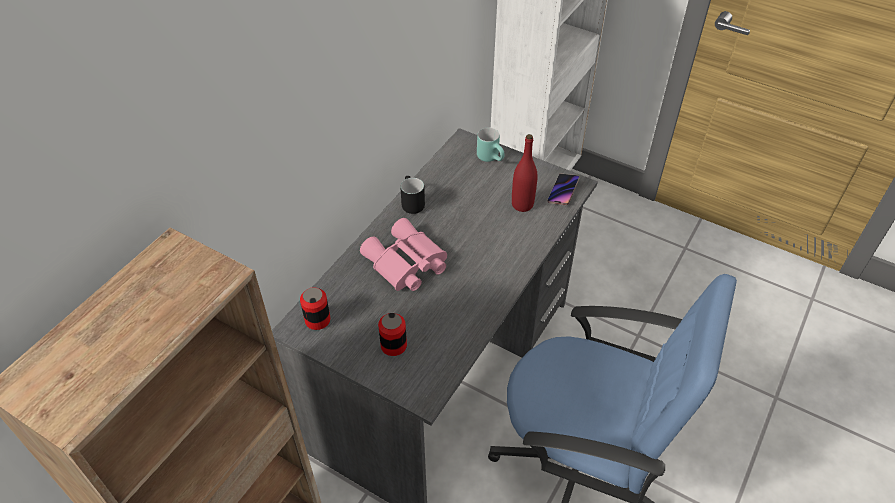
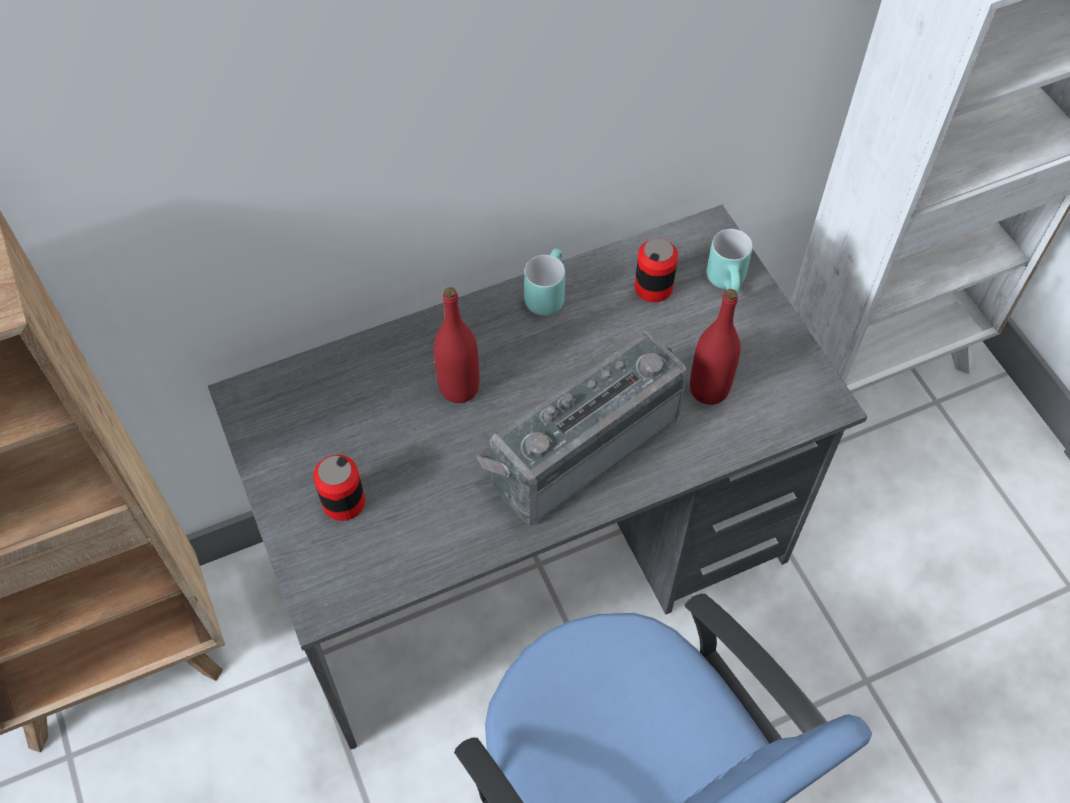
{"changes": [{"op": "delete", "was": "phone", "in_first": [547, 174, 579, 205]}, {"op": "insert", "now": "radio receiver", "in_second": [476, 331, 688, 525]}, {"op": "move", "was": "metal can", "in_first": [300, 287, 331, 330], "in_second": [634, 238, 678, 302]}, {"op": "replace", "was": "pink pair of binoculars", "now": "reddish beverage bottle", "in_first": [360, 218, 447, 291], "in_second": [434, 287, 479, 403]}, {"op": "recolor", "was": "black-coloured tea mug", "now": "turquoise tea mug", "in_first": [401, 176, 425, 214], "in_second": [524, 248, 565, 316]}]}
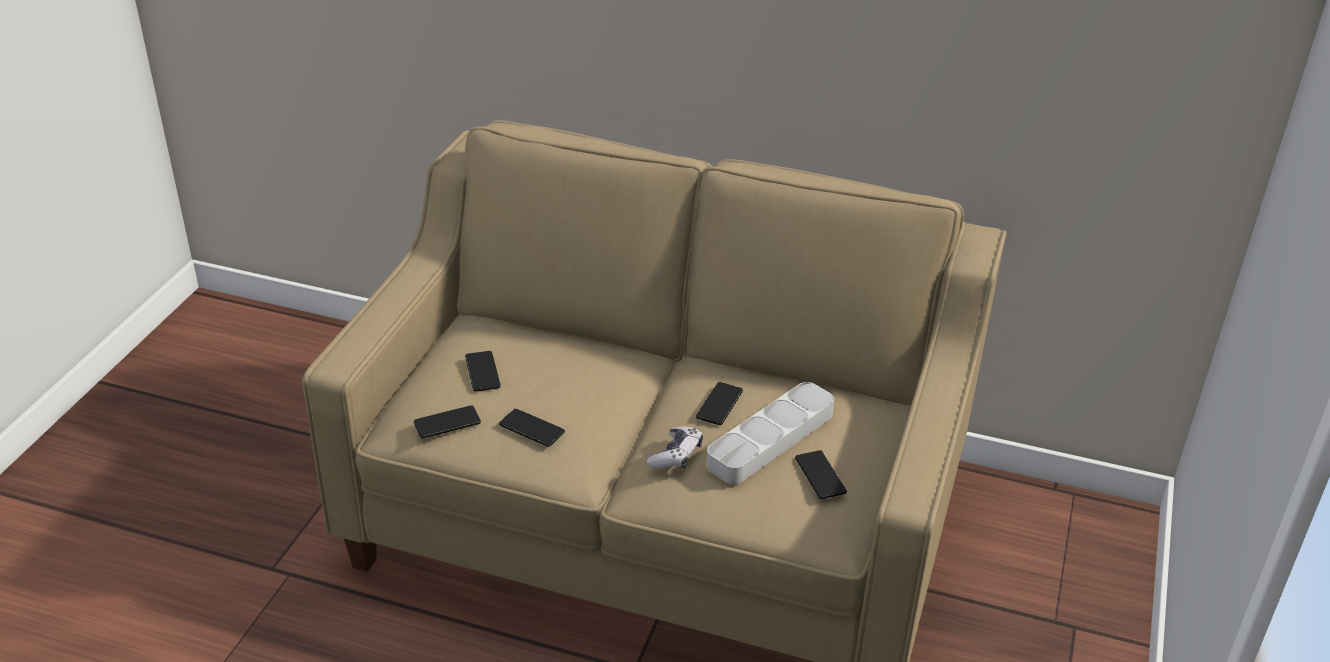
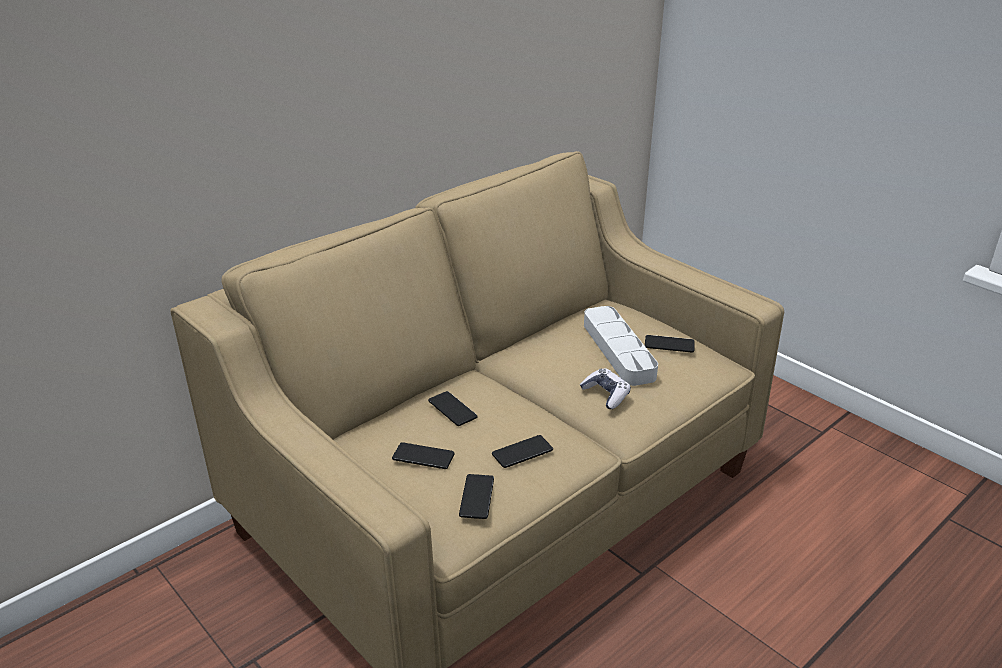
{"changes": [{"op": "move", "was": "phone", "in_first": [696, 382, 743, 425], "in_second": [428, 391, 478, 426]}]}
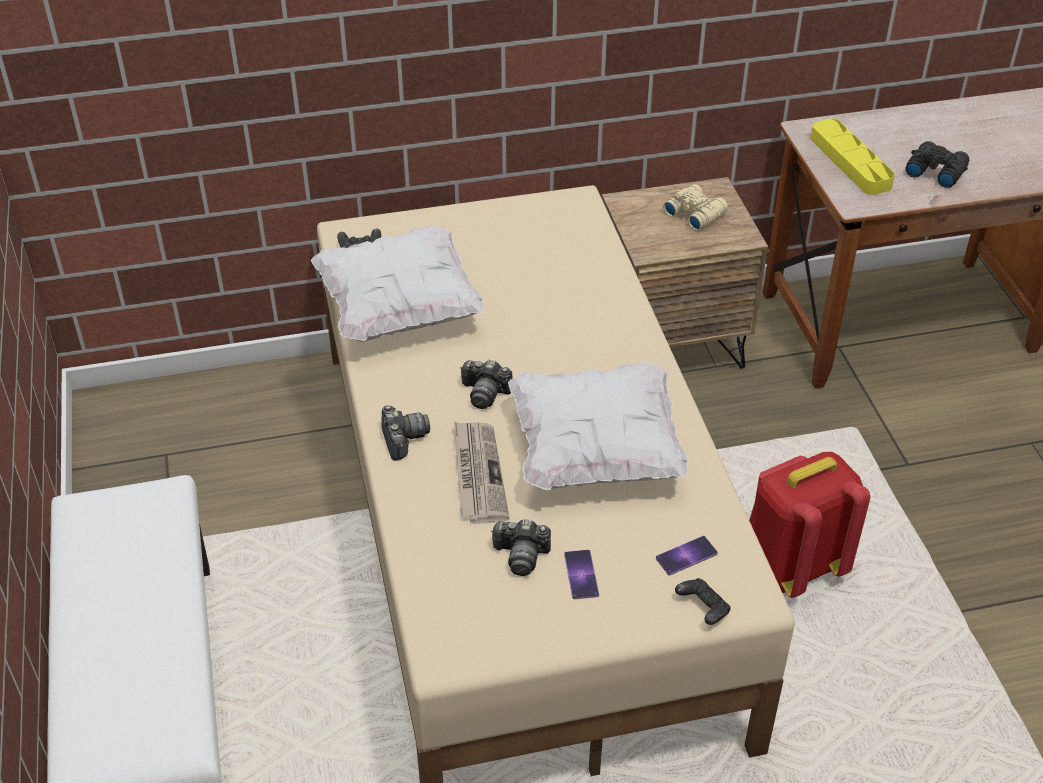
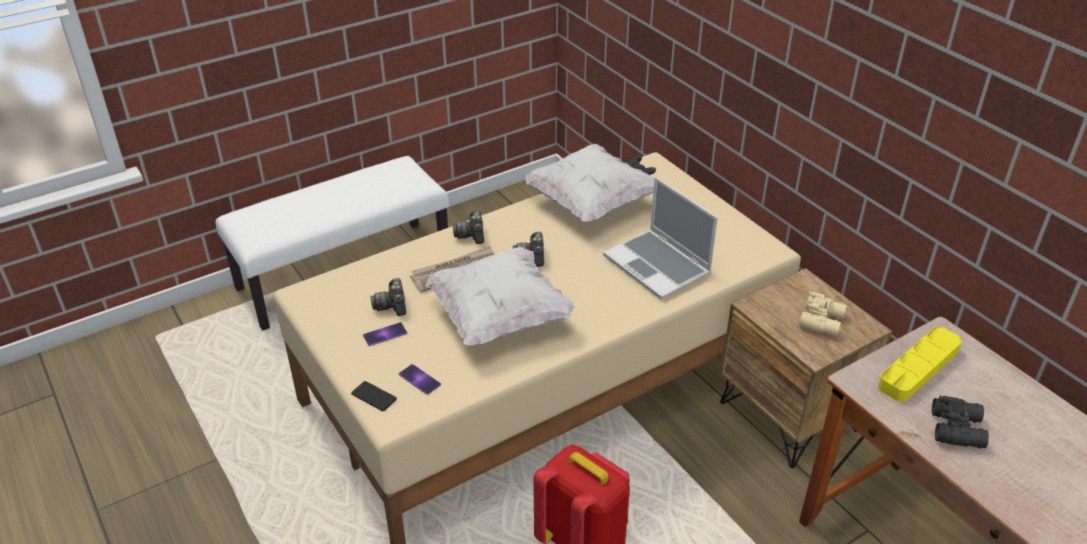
{"changes": [{"op": "insert", "now": "laptop", "in_second": [603, 177, 718, 299]}, {"op": "replace", "was": "black-coloured gamepad", "now": "phone", "in_first": [675, 578, 731, 625], "in_second": [351, 381, 397, 411]}, {"op": "rotate", "was": "photo camera", "in_first": [382, 405, 430, 461], "in_second": [453, 210, 484, 244], "clockwise": 120}]}
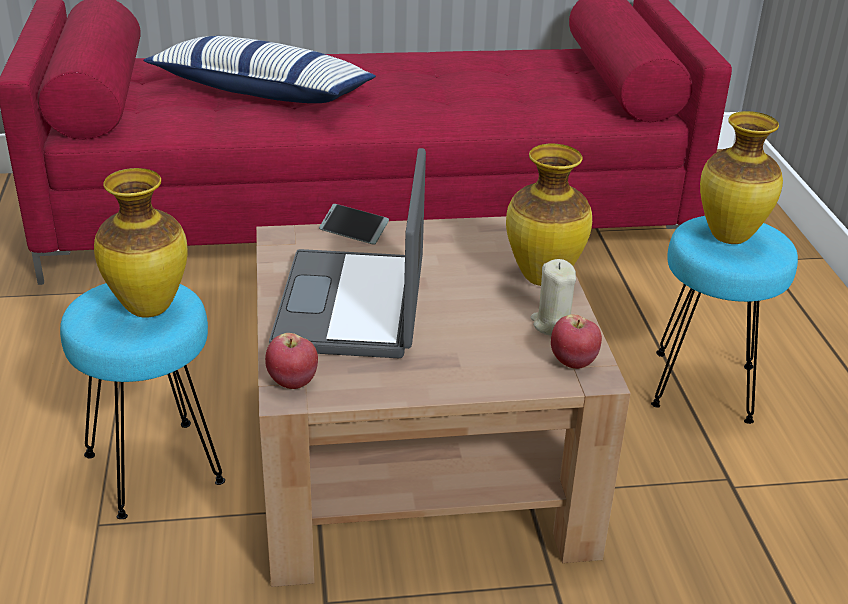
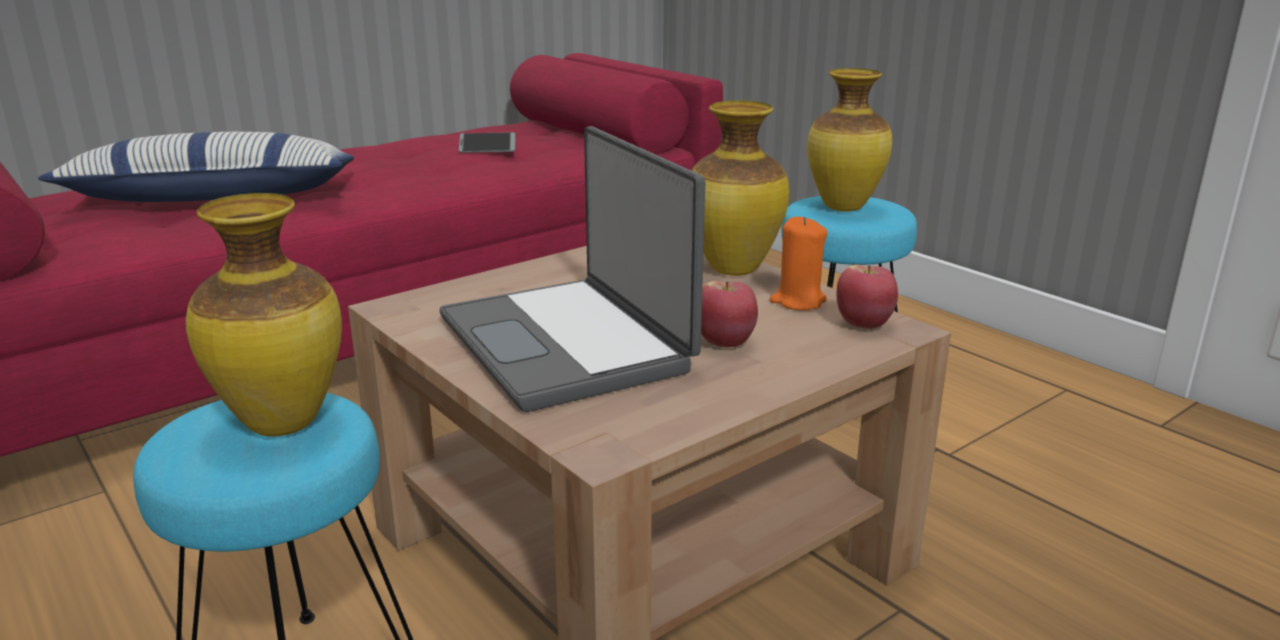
{"changes": [{"op": "move", "was": "apple fruit", "in_first": [265, 333, 318, 389], "in_second": [701, 281, 758, 347]}, {"op": "move", "was": "phone", "in_first": [319, 204, 389, 245], "in_second": [459, 132, 515, 153]}, {"op": "recolor", "was": "beige-coloured wax candle", "now": "orange-coloured wax candle", "in_first": [530, 259, 576, 336], "in_second": [769, 216, 827, 310]}]}
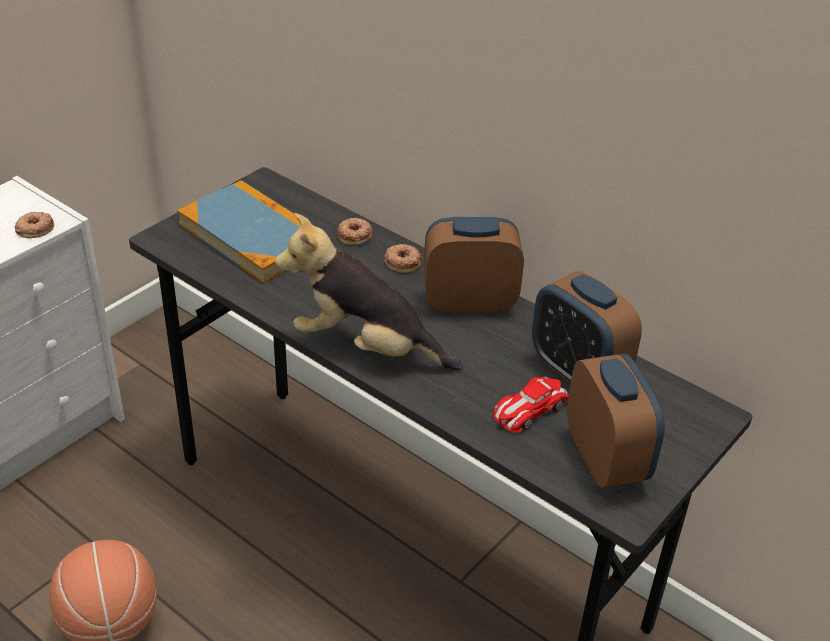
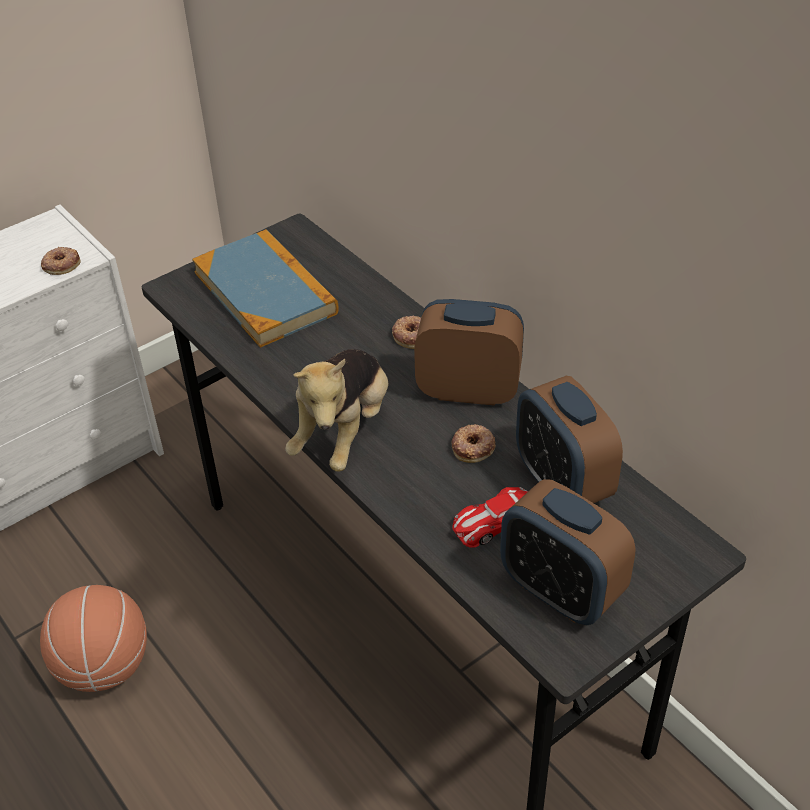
{"changes": [{"op": "move", "was": "donut", "in_first": [337, 218, 373, 245], "in_second": [452, 424, 496, 463]}, {"op": "rotate", "was": "plush toy", "in_first": [275, 213, 463, 370], "in_second": [285, 349, 388, 471], "clockwise": -105}, {"op": "rotate", "was": "alarm clock", "in_first": [567, 354, 665, 488], "in_second": [500, 479, 636, 625], "clockwise": 135}]}
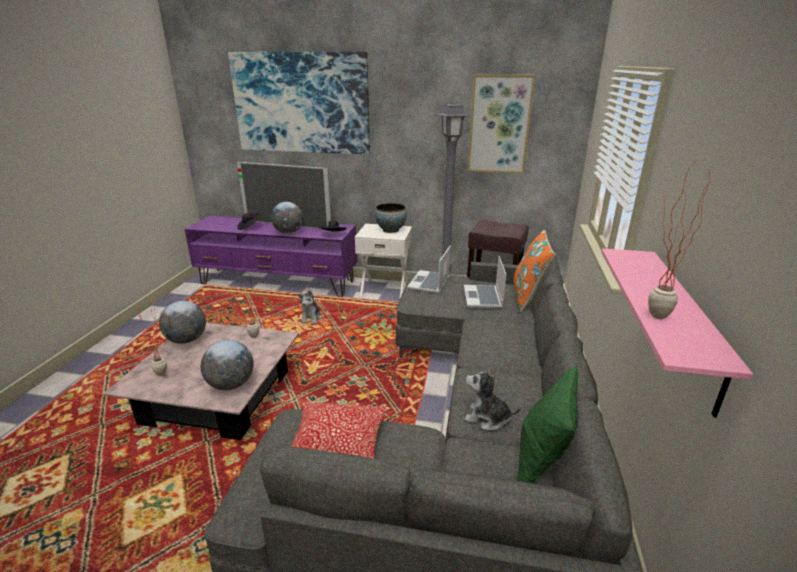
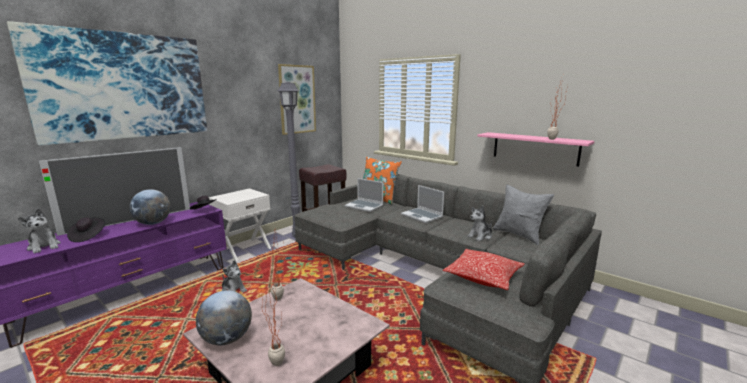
{"changes": [{"op": "delete", "was": "desk globe", "in_first": [201, 340, 254, 390]}, {"op": "delete", "was": "serving bowl", "in_first": [375, 203, 407, 233]}, {"op": "insert", "now": "plush toy", "in_second": [18, 209, 61, 253]}, {"op": "move", "was": "laptop", "in_first": [407, 246, 451, 293], "in_second": [401, 185, 444, 224]}, {"op": "recolor", "was": "green throw pillow", "now": "grey throw pillow", "in_first": [518, 365, 578, 483], "in_second": [493, 184, 554, 245]}]}
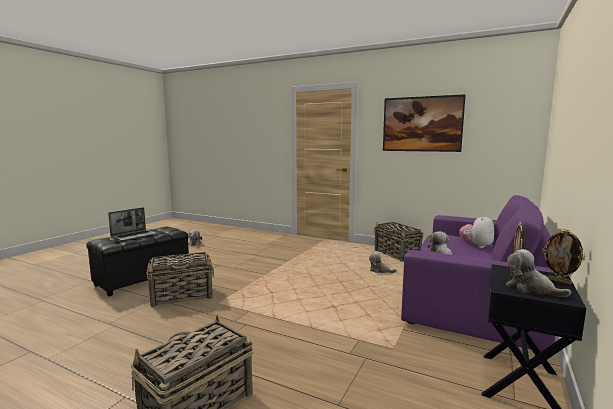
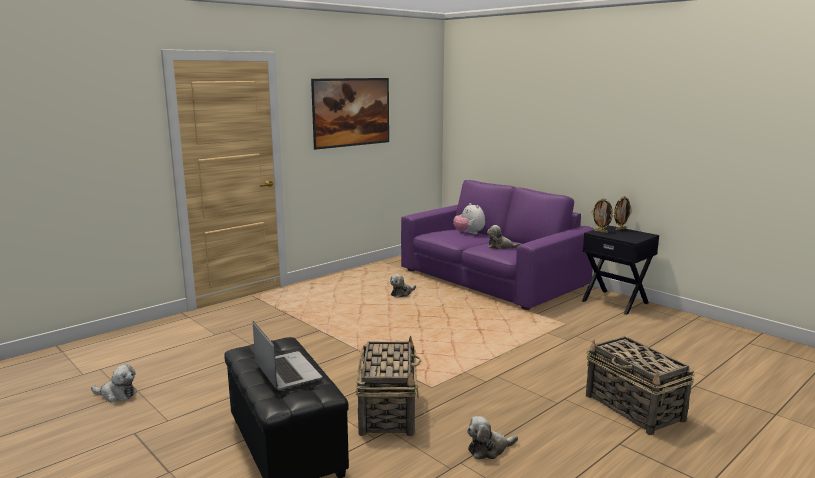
{"changes": [{"op": "delete", "was": "household basket", "in_first": [374, 222, 423, 262]}, {"op": "move", "was": "plush toy", "in_first": [506, 249, 571, 297], "in_second": [467, 416, 518, 459]}]}
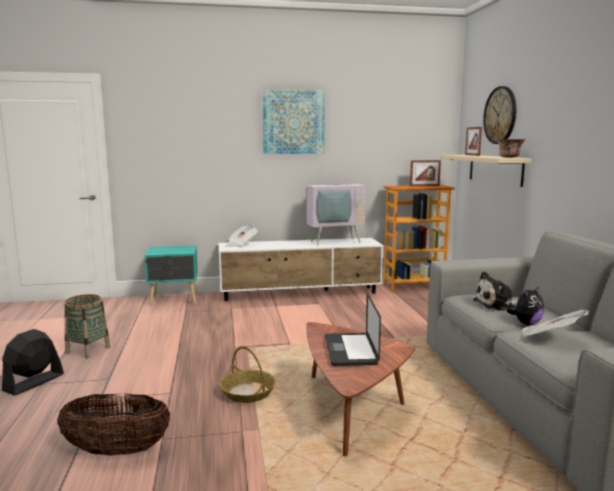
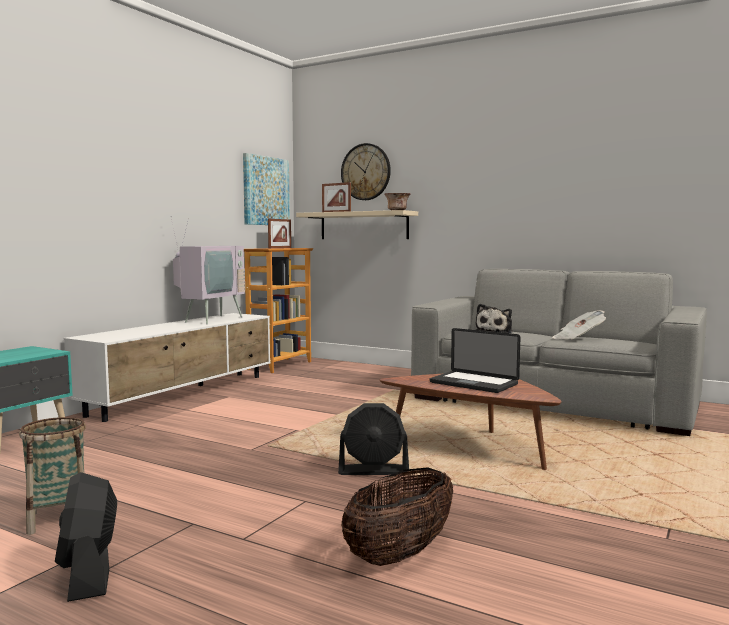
{"changes": [{"op": "delete", "was": "newspaper", "in_first": [225, 225, 258, 247]}, {"op": "delete", "was": "plush toy", "in_first": [507, 286, 544, 325]}, {"op": "move", "was": "wall picture", "in_first": [262, 89, 325, 154], "in_second": [243, 153, 290, 225]}, {"op": "replace", "was": "household basket", "now": "black-coloured electric fan", "in_first": [219, 346, 276, 403], "in_second": [338, 403, 409, 475]}]}
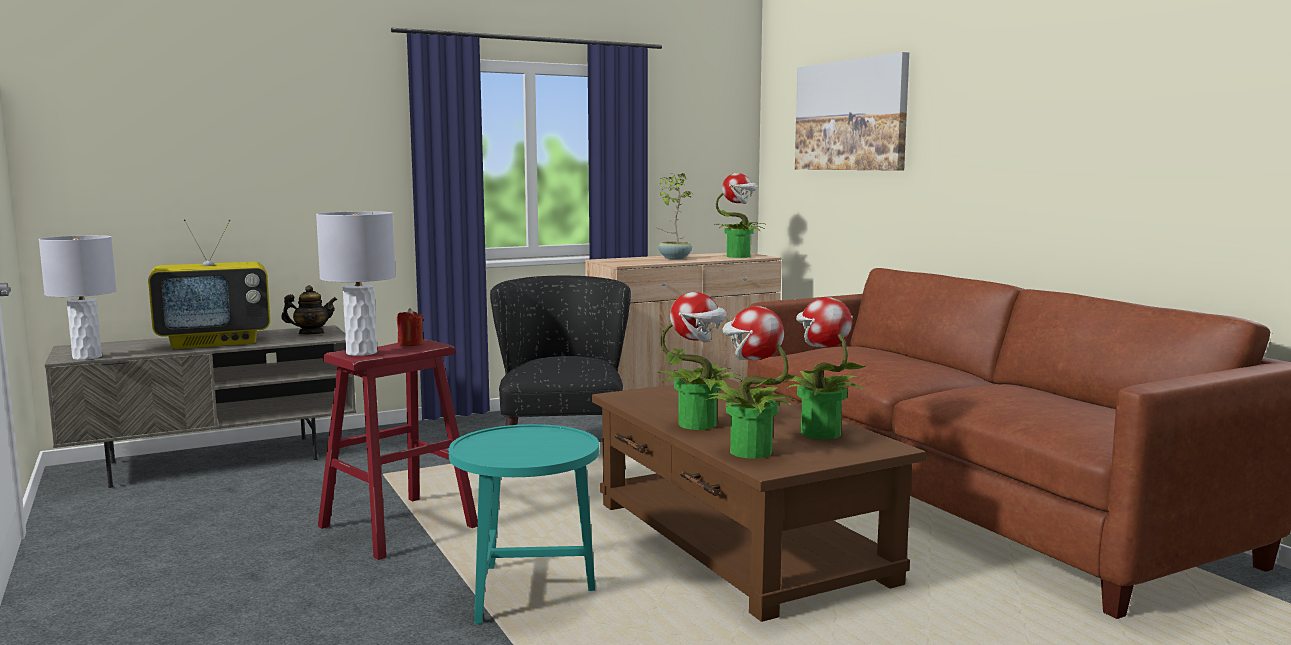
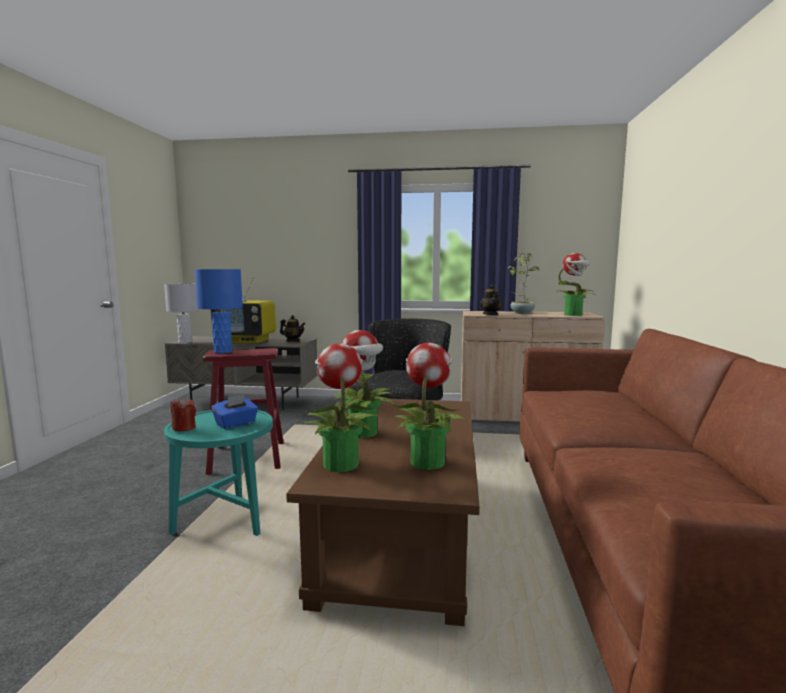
{"changes": [{"op": "delete", "was": "wall picture", "in_first": [795, 52, 909, 171]}, {"op": "insert", "now": "blue-coloured tissue holder", "in_second": [211, 394, 258, 429]}, {"op": "insert", "now": "teapot", "in_second": [480, 284, 502, 315]}, {"op": "move", "was": "reddish wax candle", "in_first": [397, 308, 423, 346], "in_second": [171, 398, 196, 431]}, {"op": "recolor", "was": "grey lamp for a table", "now": "blue-coloured lamp for a table", "in_first": [316, 211, 396, 356], "in_second": [195, 269, 243, 353]}]}
